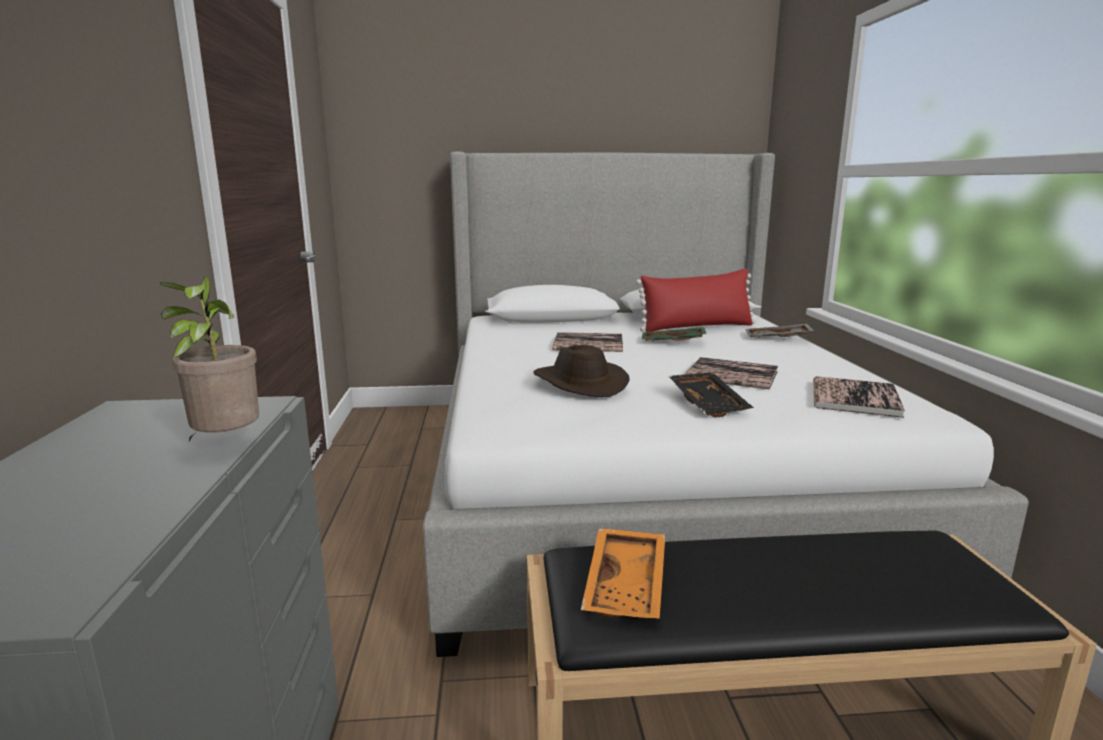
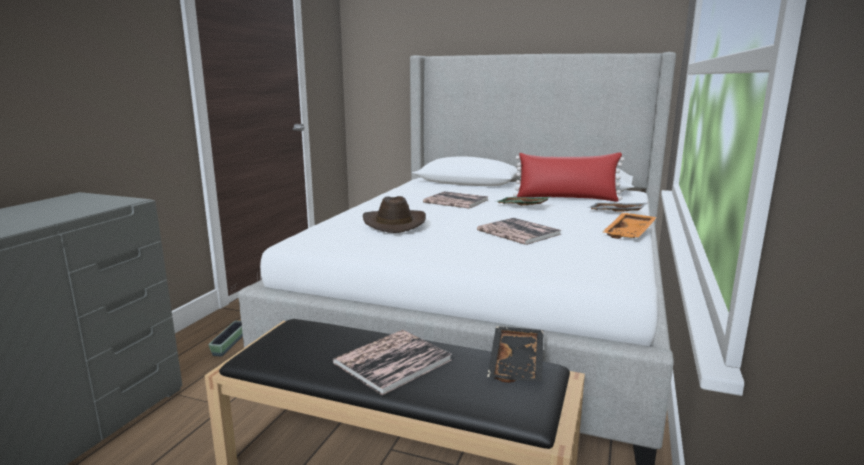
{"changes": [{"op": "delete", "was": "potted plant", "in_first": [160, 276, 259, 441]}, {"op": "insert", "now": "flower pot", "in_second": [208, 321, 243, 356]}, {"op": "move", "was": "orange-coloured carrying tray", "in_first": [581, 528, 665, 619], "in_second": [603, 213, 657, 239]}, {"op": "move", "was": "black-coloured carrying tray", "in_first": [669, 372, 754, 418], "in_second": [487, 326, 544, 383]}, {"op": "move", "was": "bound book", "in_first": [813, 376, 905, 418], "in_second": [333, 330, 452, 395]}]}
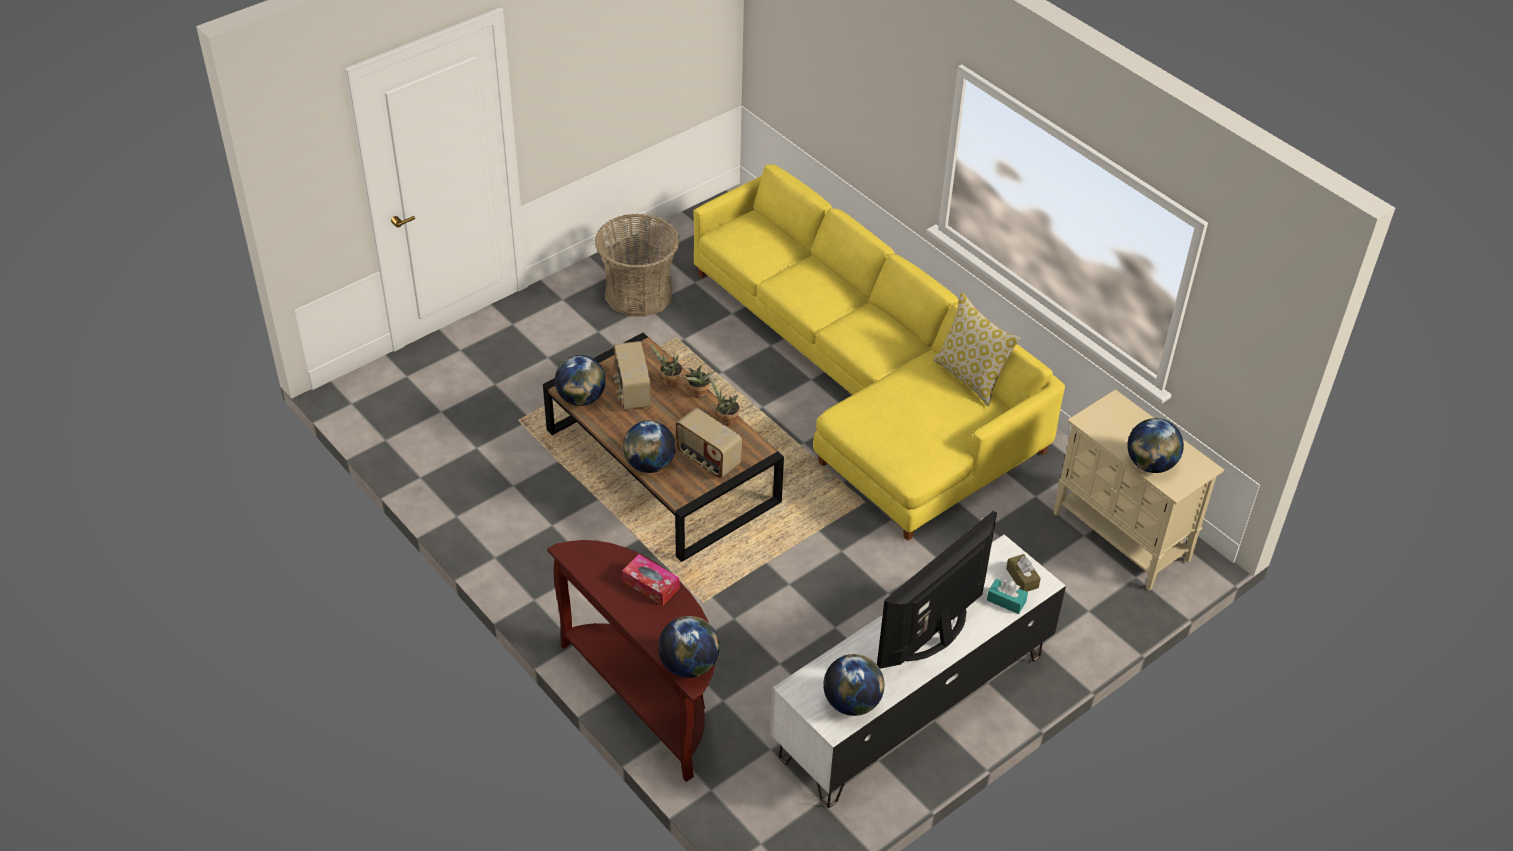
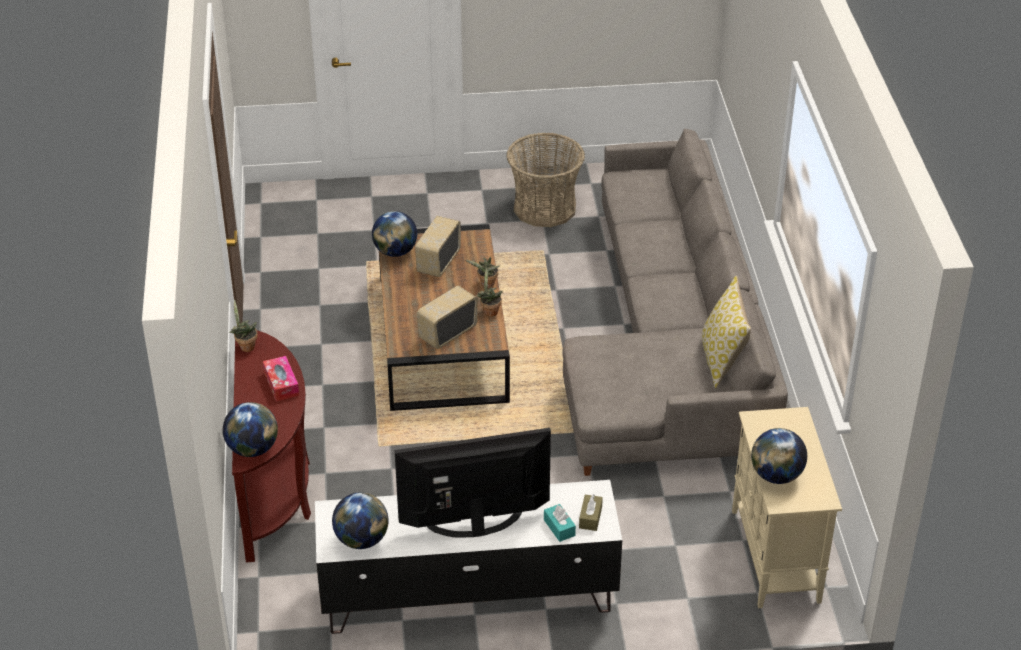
{"changes": [{"op": "delete", "was": "desk globe", "in_first": [623, 420, 676, 473]}, {"op": "move", "was": "potted plant", "in_first": [649, 343, 683, 387], "in_second": [229, 300, 258, 352]}, {"op": "recolor", "was": "yellowish couch", "now": "grey couch", "in_first": [694, 164, 1065, 541], "in_second": [562, 129, 788, 476]}, {"op": "rotate", "was": "radio receiver", "in_first": [676, 408, 742, 478], "in_second": [417, 286, 478, 349], "clockwise": 60}]}
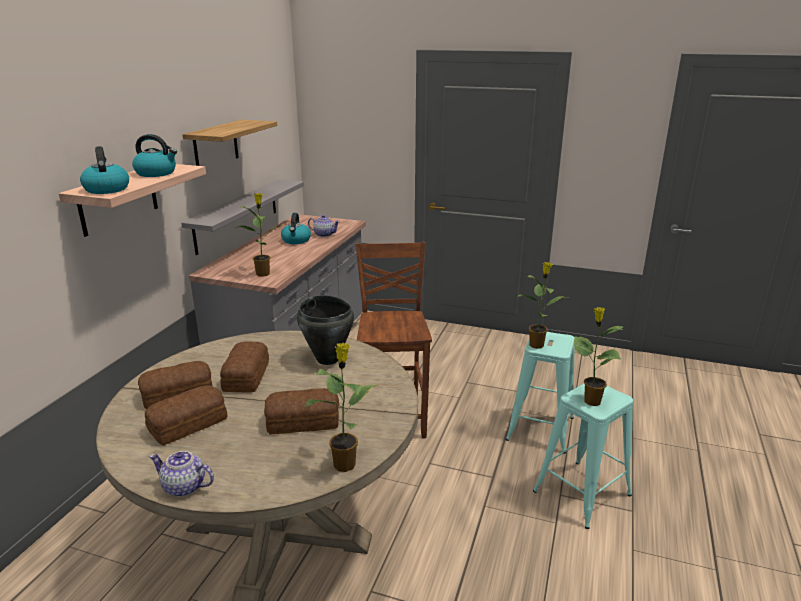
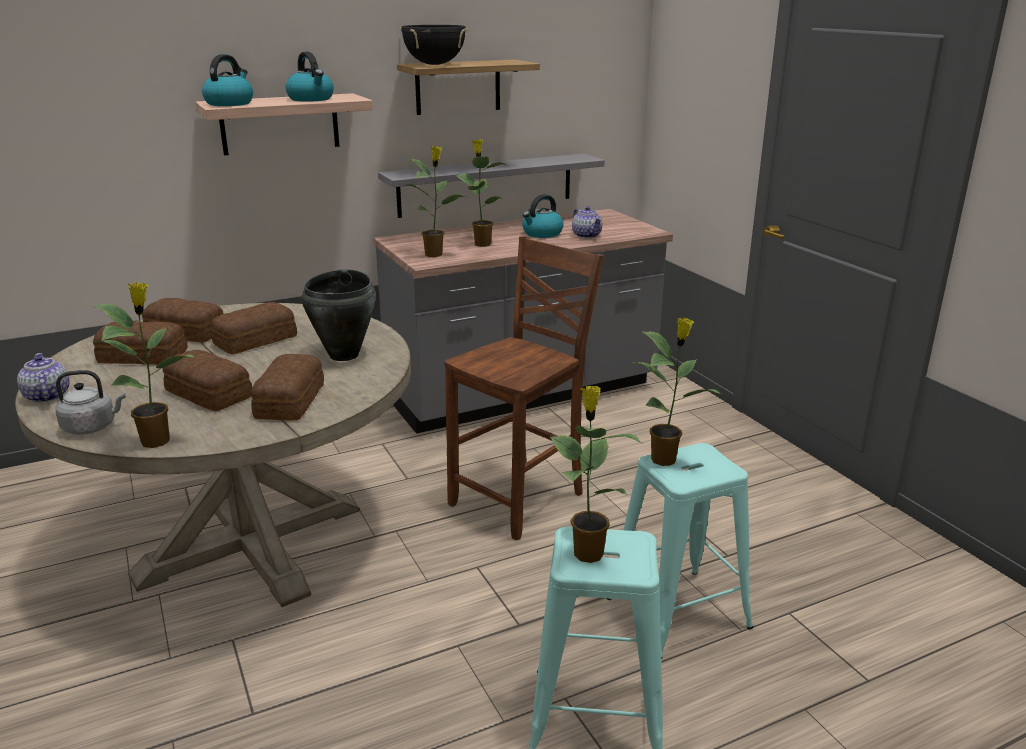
{"changes": [{"op": "insert", "now": "grey water kettle", "in_second": [56, 370, 126, 435]}, {"op": "insert", "now": "bakery bread", "in_second": [251, 354, 324, 420]}, {"op": "insert", "now": "black-coloured cooking pot", "in_second": [400, 25, 469, 65]}, {"op": "insert", "now": "potted plant", "in_second": [456, 139, 509, 247]}]}
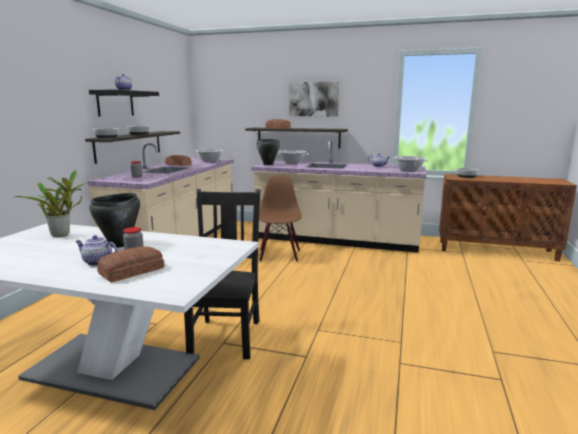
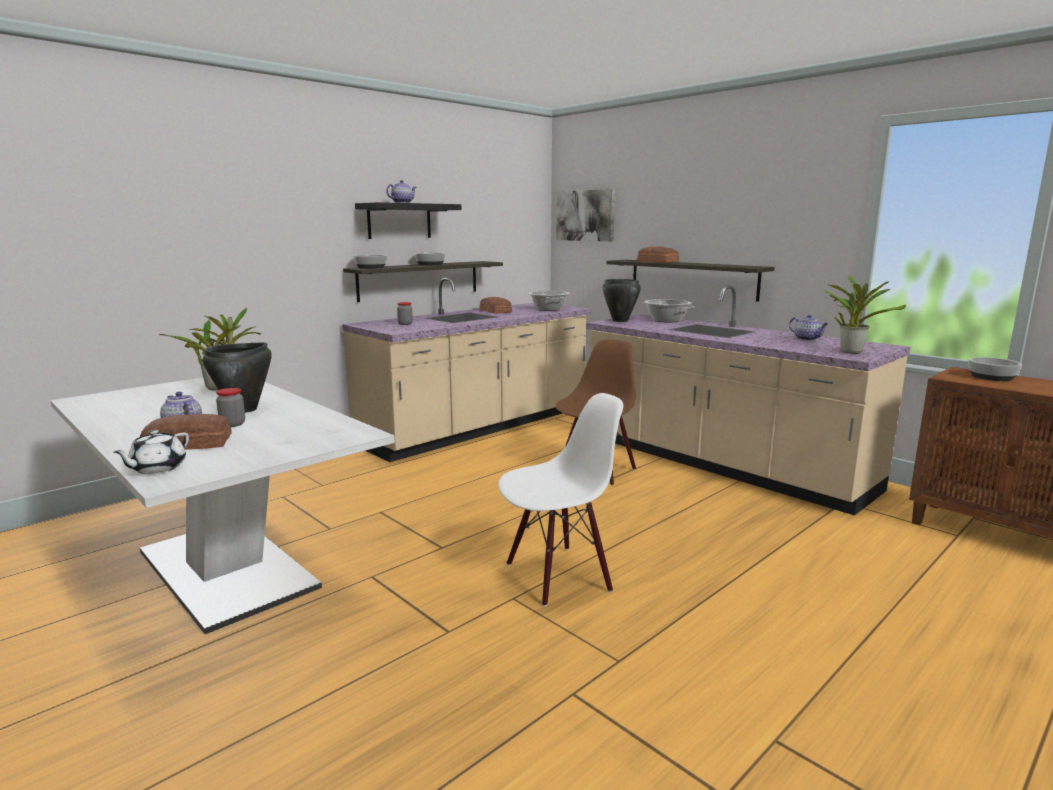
{"changes": [{"op": "delete", "was": "black-coloured upright chair", "in_first": [184, 189, 260, 359]}, {"op": "insert", "now": "whitish teapot", "in_second": [113, 430, 189, 474]}, {"op": "insert", "now": "whitish upright chair", "in_second": [498, 393, 623, 607]}, {"op": "move", "was": "wall picture", "in_first": [289, 82, 339, 117], "in_second": [556, 189, 615, 241]}, {"op": "replace", "was": "cooking pot", "now": "potted plant", "in_first": [392, 156, 428, 171], "in_second": [824, 276, 906, 354]}]}
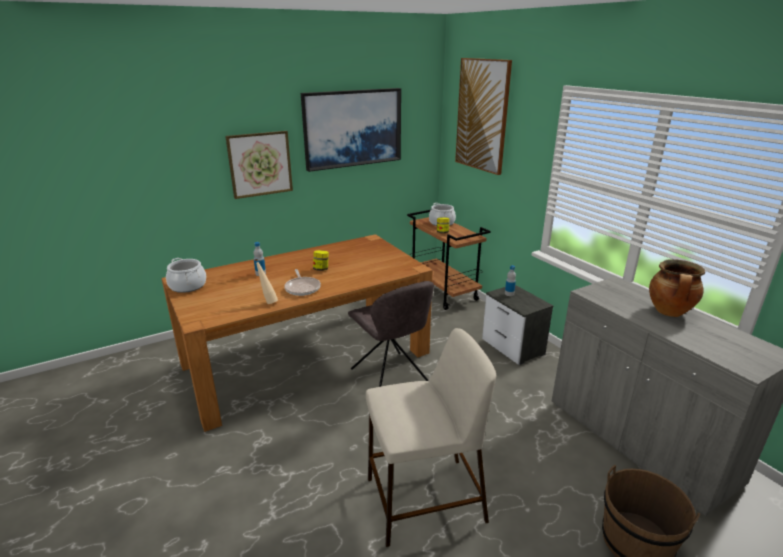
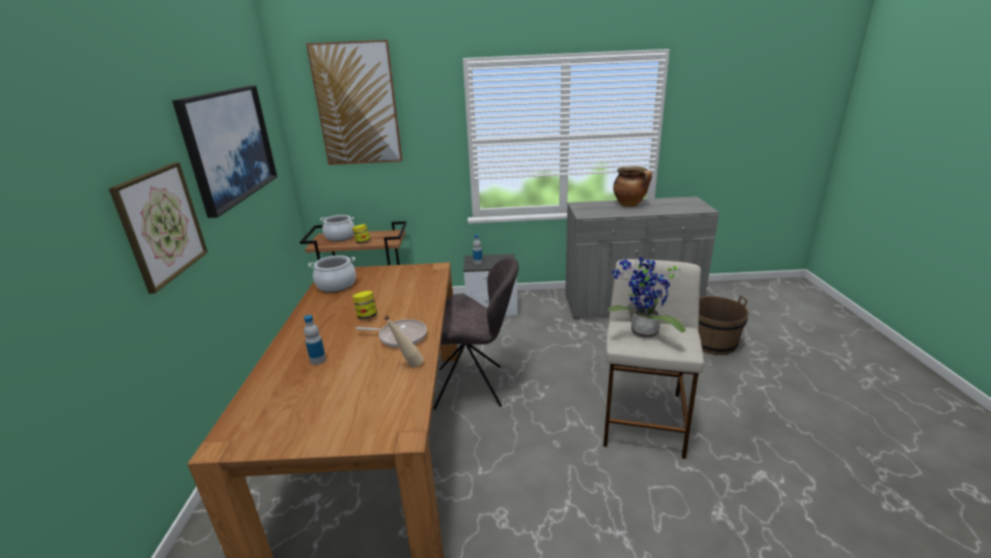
{"changes": [{"op": "insert", "now": "potted plant", "in_second": [608, 257, 686, 338]}, {"op": "move", "was": "cooking pot", "in_first": [166, 258, 206, 293], "in_second": [308, 255, 356, 292]}]}
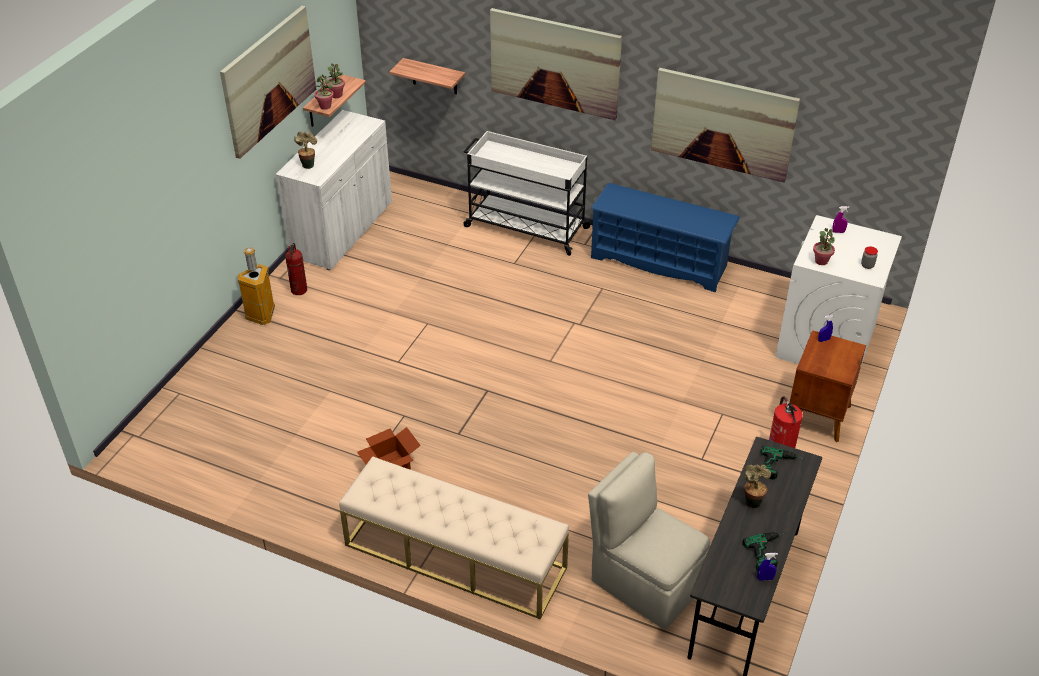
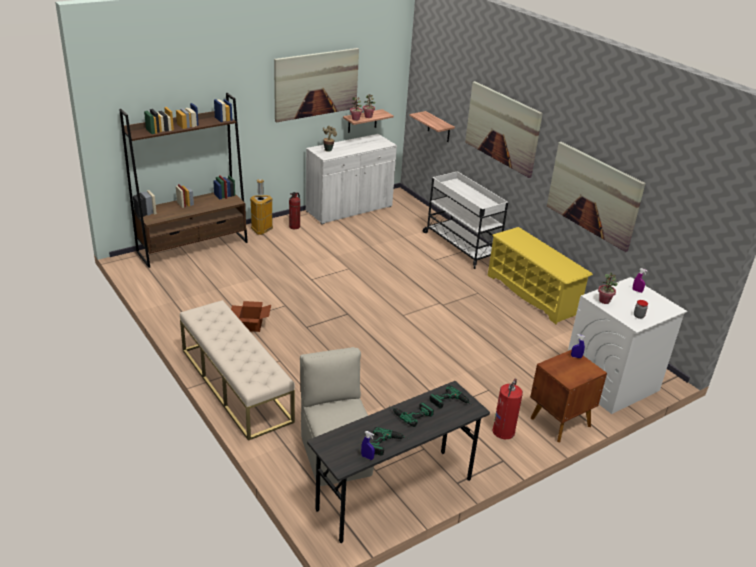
{"changes": [{"op": "insert", "now": "brownish shelving unit", "in_second": [119, 93, 248, 268]}, {"op": "replace", "was": "potted plant", "now": "power drill", "in_first": [744, 464, 771, 509], "in_second": [390, 402, 434, 427]}, {"op": "recolor", "was": "blue-coloured shoe shelf", "now": "yellowish shoe shelf", "in_first": [590, 183, 740, 292], "in_second": [488, 227, 593, 324]}]}
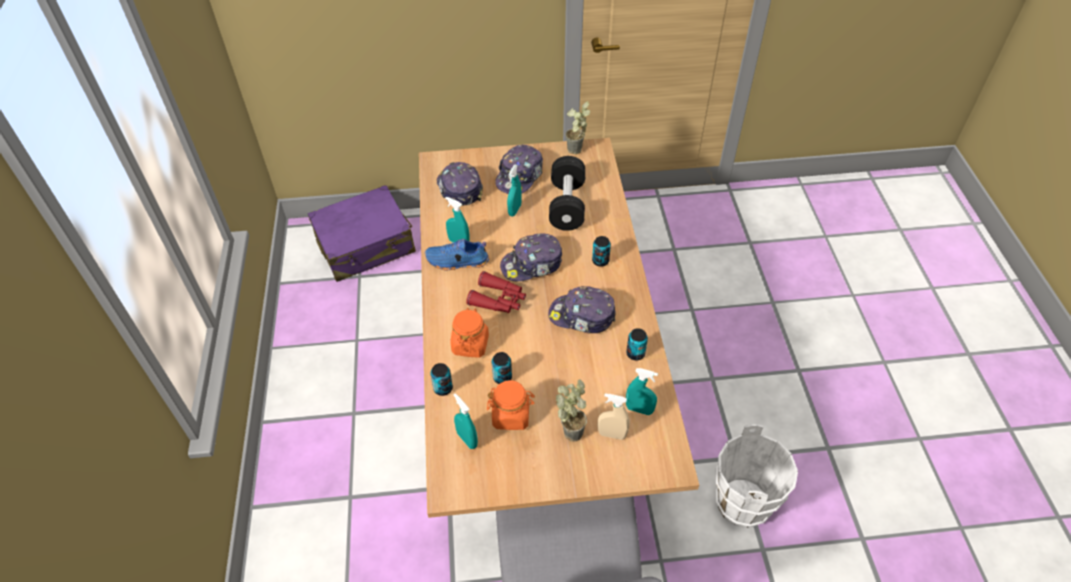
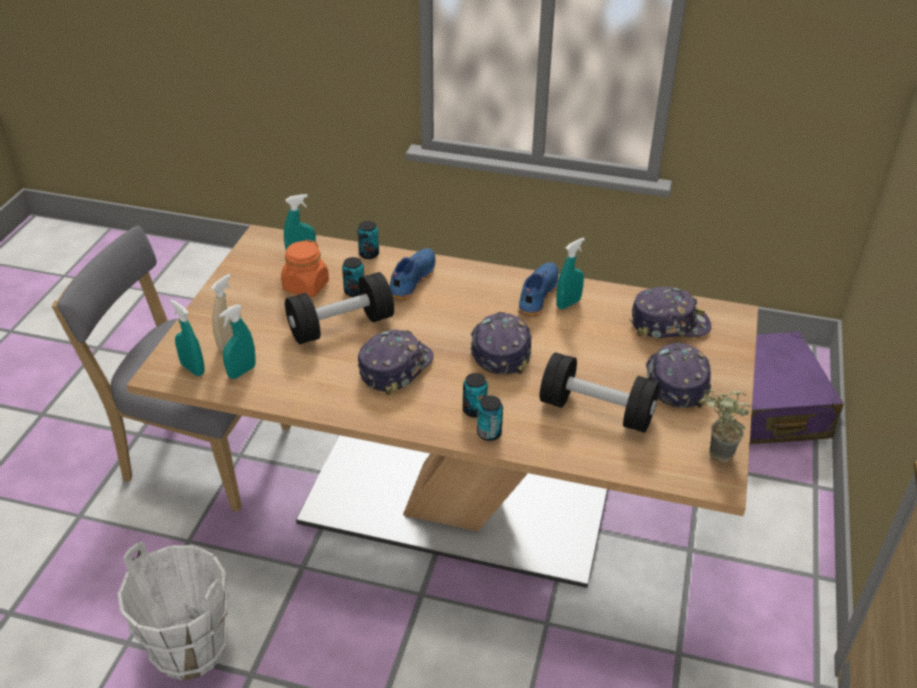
{"changes": [{"op": "delete", "was": "reddish pair of binoculars", "in_first": [466, 271, 526, 313]}, {"op": "delete", "was": "potted plant", "in_first": [556, 379, 587, 441]}, {"op": "insert", "now": "black-coloured dumbbell", "in_second": [285, 272, 394, 344]}, {"op": "move", "was": "turquoise sprayer", "in_first": [507, 165, 522, 216], "in_second": [170, 299, 205, 376]}, {"op": "move", "was": "metal can", "in_first": [626, 328, 648, 361], "in_second": [477, 396, 503, 441]}, {"op": "replace", "was": "orange-coloured preserve jar", "now": "blue-coloured low shoe", "in_first": [450, 308, 489, 358], "in_second": [389, 248, 436, 301]}, {"op": "rotate", "was": "baseball cap", "in_first": [495, 145, 543, 194], "in_second": [645, 342, 711, 408], "clockwise": 45}]}
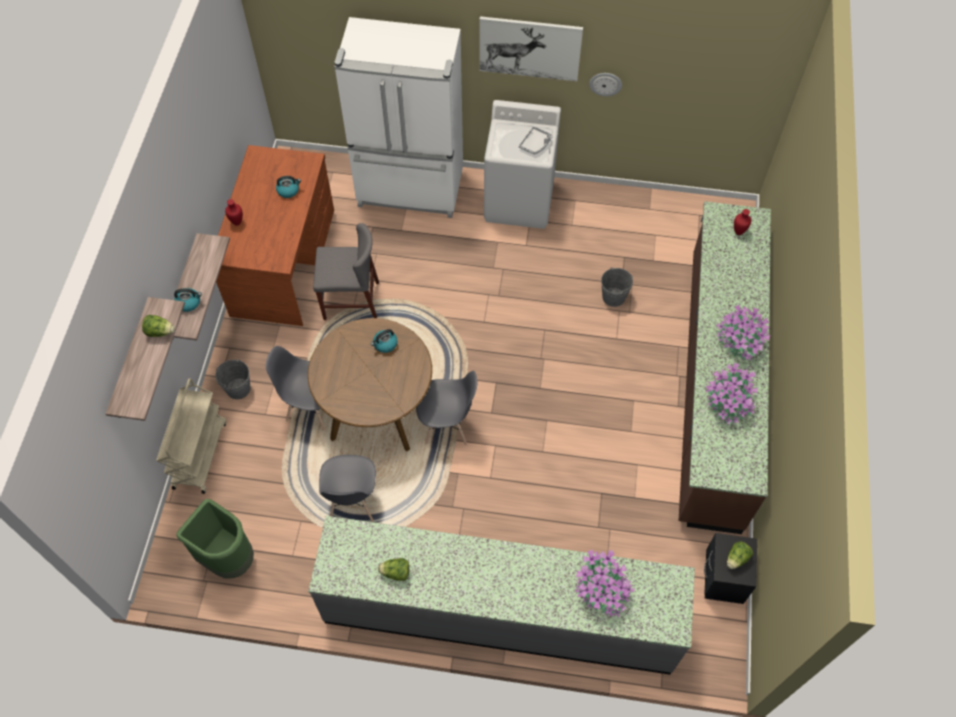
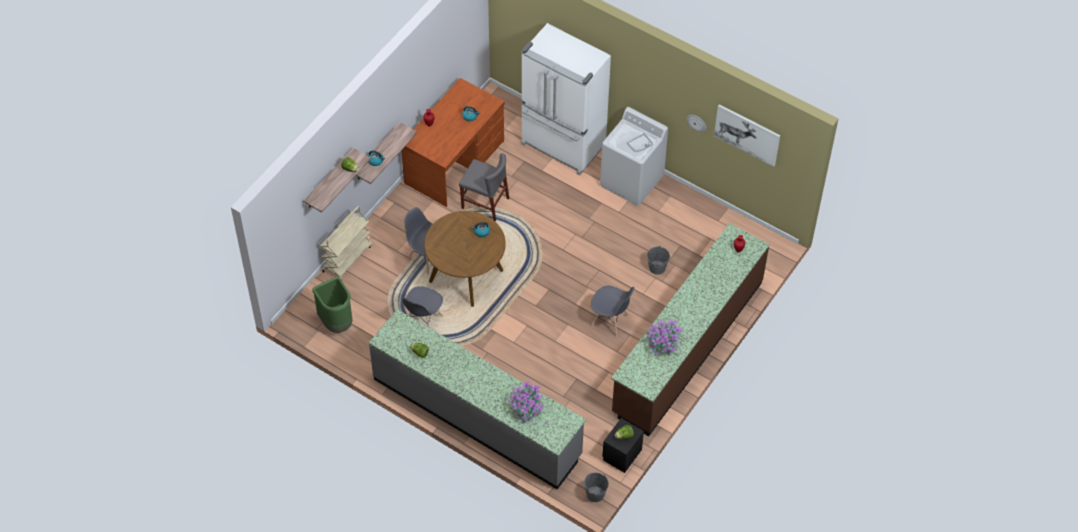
{"changes": [{"op": "delete", "was": "potted plant", "in_first": [717, 305, 770, 360]}, {"op": "move", "was": "grey water bucket", "in_first": [215, 359, 251, 399], "in_second": [584, 472, 609, 502]}, {"op": "move", "was": "grey upright chair", "in_first": [416, 371, 477, 445], "in_second": [591, 286, 634, 337]}, {"op": "move", "was": "wall picture", "in_first": [479, 16, 583, 81], "in_second": [714, 104, 780, 167]}]}
